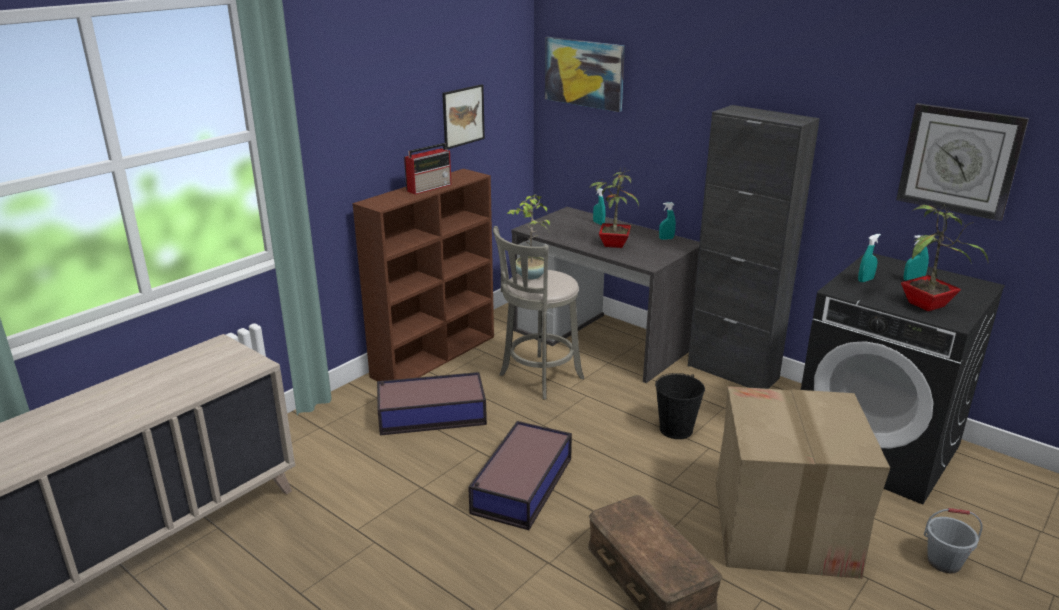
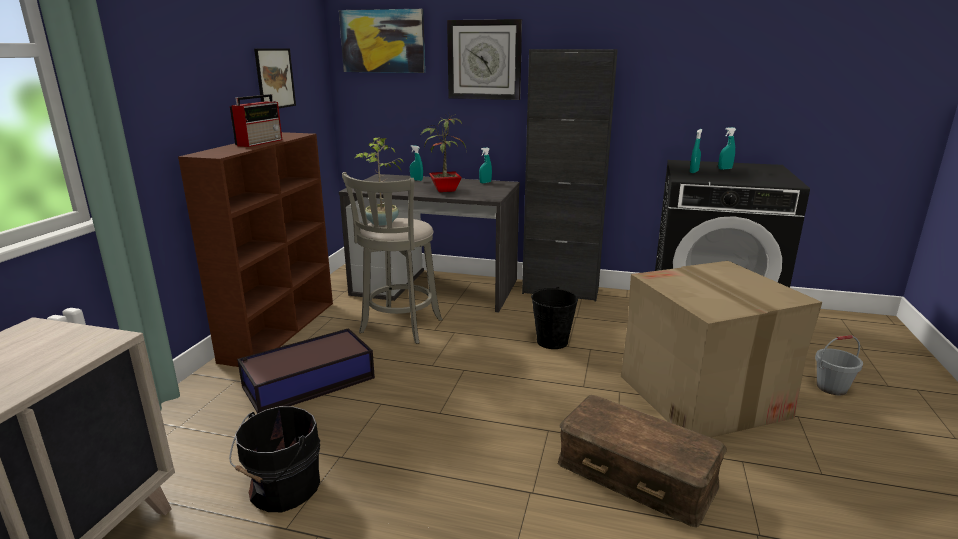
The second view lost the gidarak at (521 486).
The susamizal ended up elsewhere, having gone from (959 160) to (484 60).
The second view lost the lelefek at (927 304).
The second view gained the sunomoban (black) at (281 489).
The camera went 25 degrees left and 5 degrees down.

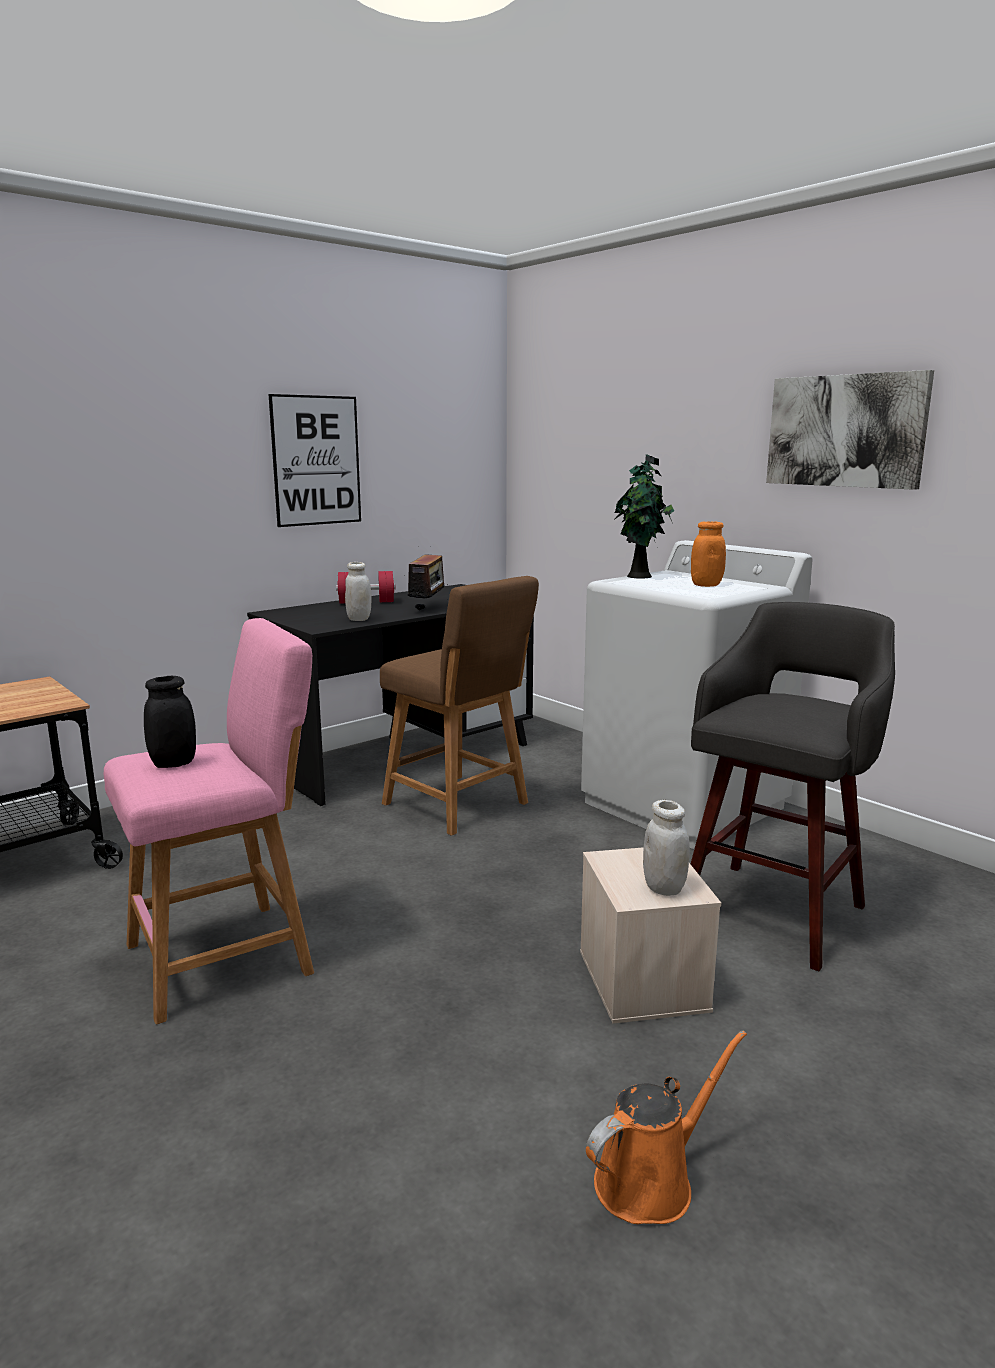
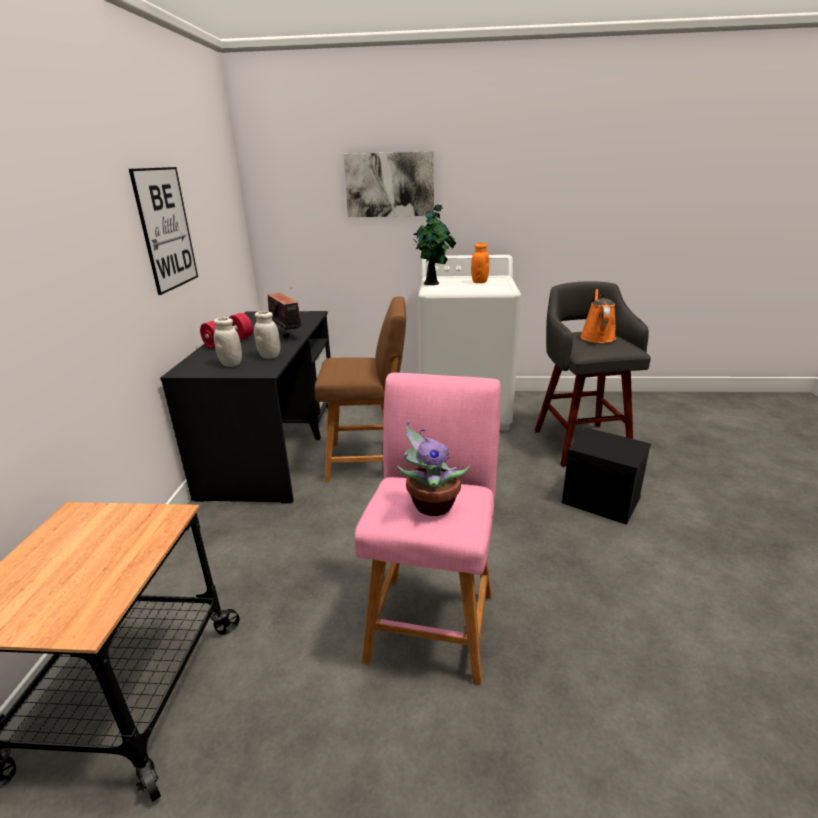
Where the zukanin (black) stood at (173 763), the lelefek came to stand at (430 505).
What was the gidarak (beige) at (640 979) turned into the gidarak (black) at (599 500).
The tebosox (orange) ended up elsewhere, having gone from (651 1180) to (597 336).
The zukanin (white) ended up elsewhere, having gone from (664 888) to (231 364).
The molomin ended up elsewhere, having gone from (845 431) to (390 185).
The camera went 45 degrees left and 10 degrees up.

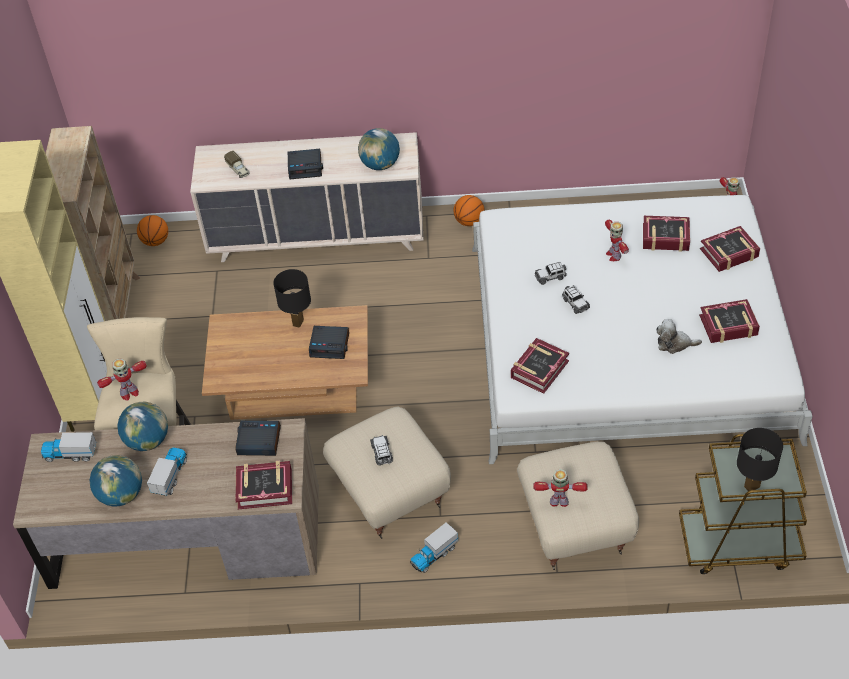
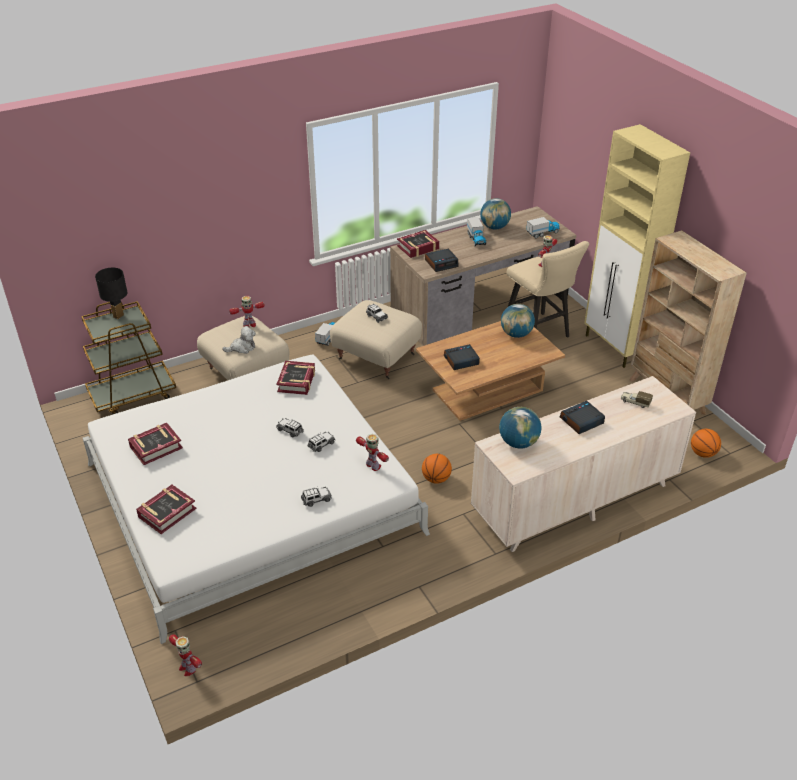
The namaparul ended up elsewhere, having gone from (148 440) to (516 334).
The second view lost the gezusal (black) at (298 322).
The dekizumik ended up elsewhere, having gone from (469 221) to (436 479).
The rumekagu ended up elsewhere, having gone from (613 255) to (373 466).
The second view lost the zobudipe at (665 237).
The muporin ended up elsewhere, having gone from (674 343) to (242 348).
The second view gained the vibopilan at (316 499).
The camera went 150 degrees right and 10 degrees down.

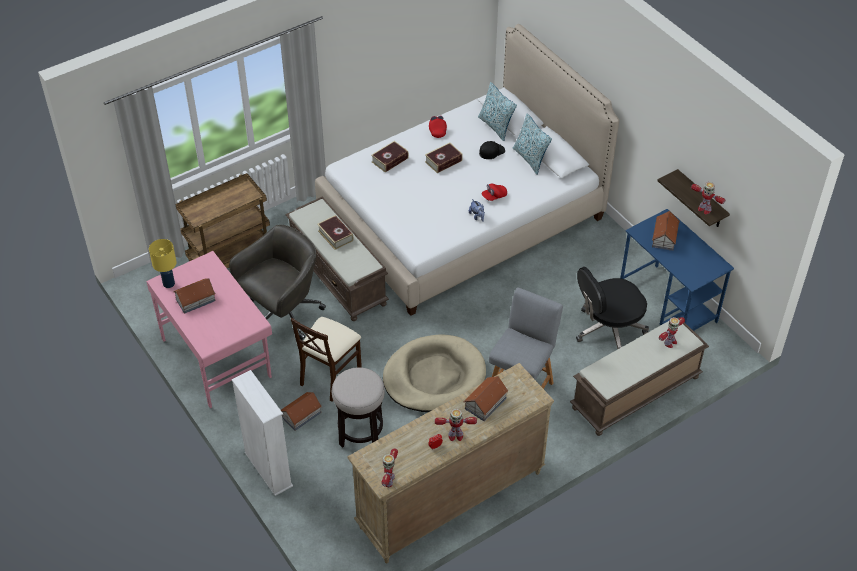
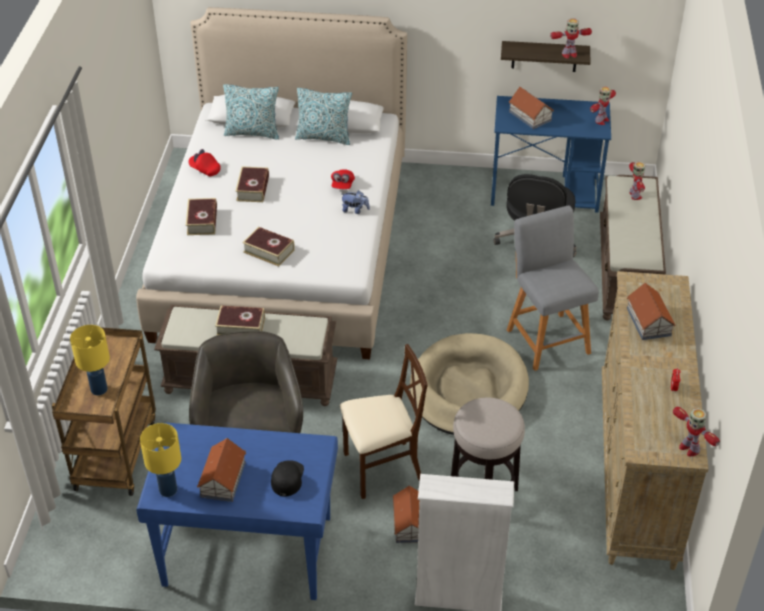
What was the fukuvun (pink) at (216 357) turned into the fukuvun (blue) at (247 549).
The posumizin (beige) at (330 376) ended up facing another way, 90 degrees counterclockwise from before.
The rumekagu ended up elsewhere, having gone from (455 436) to (601 120).
The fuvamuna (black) ended up elsewhere, having gone from (491 151) to (287 478).
The second view gained the gezusal (yellow) at (99 389).
The second view gained the zobudipe at (269 251).
The camera went 50 degrees left and 5 degrees down.

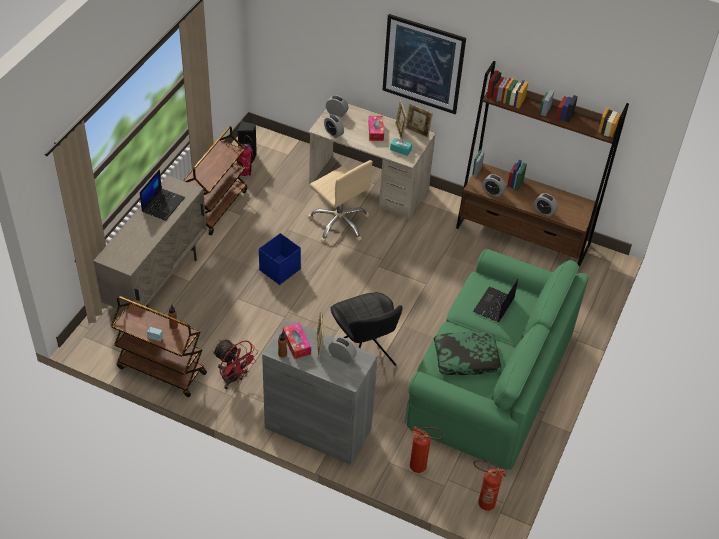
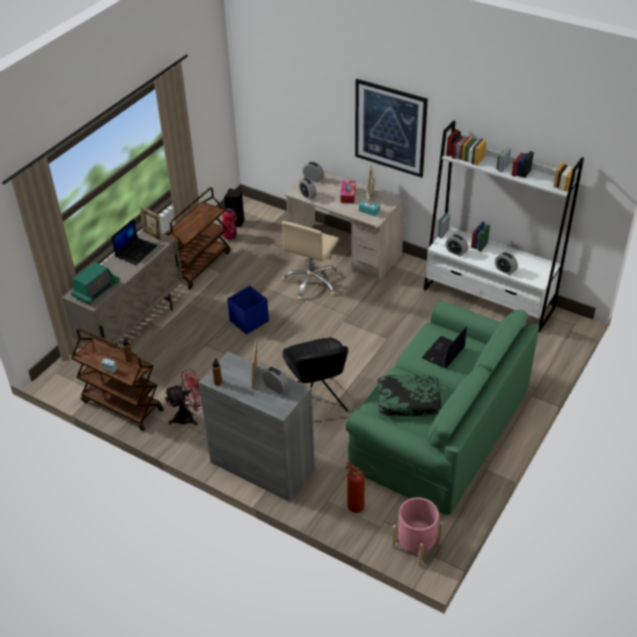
The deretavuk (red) at (234 378) ended up facing another way, 75 degrees counterclockwise from before.
The second view lost the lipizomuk at (296 344).
The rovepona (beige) at (339 223) ended up facing another way, 60 degrees clockwise from before.
The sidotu ended up elsewhere, having gone from (417 132) to (153 236).
What was the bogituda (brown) at (523 236) turned into the bogituda (white) at (488 299).
Where the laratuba stood at (482 502), the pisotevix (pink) came to stand at (416 545).
The second view gained the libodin at (96 290).
The camera went 10 degrees right and 5 degrees down.

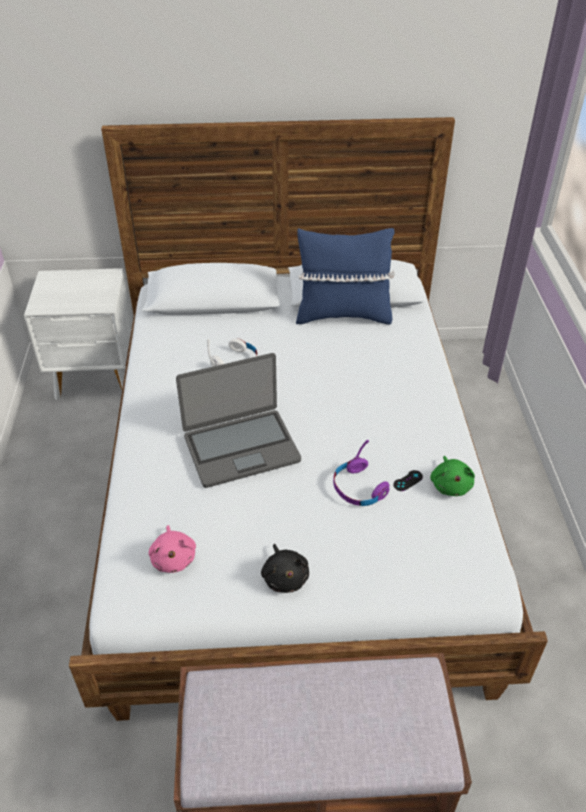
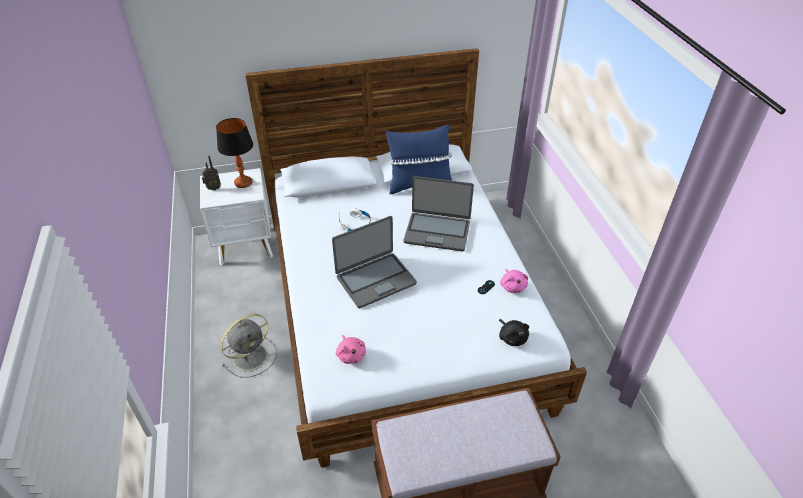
The muporin (black) ended up elsewhere, having gone from (285 577) to (512 337).
The second view lost the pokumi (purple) at (358 488).
What was the muporin (green) at (450 485) turned into the muporin (pink) at (513 286).
The second view gained the libodin at (213 188).
The second view gained the gezusal at (243 182).
The second view gained the deretavuk (grey) at (251 356).
The second view gained the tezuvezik at (437 231).
The camera went 10 degrees left and 0 degrees up.

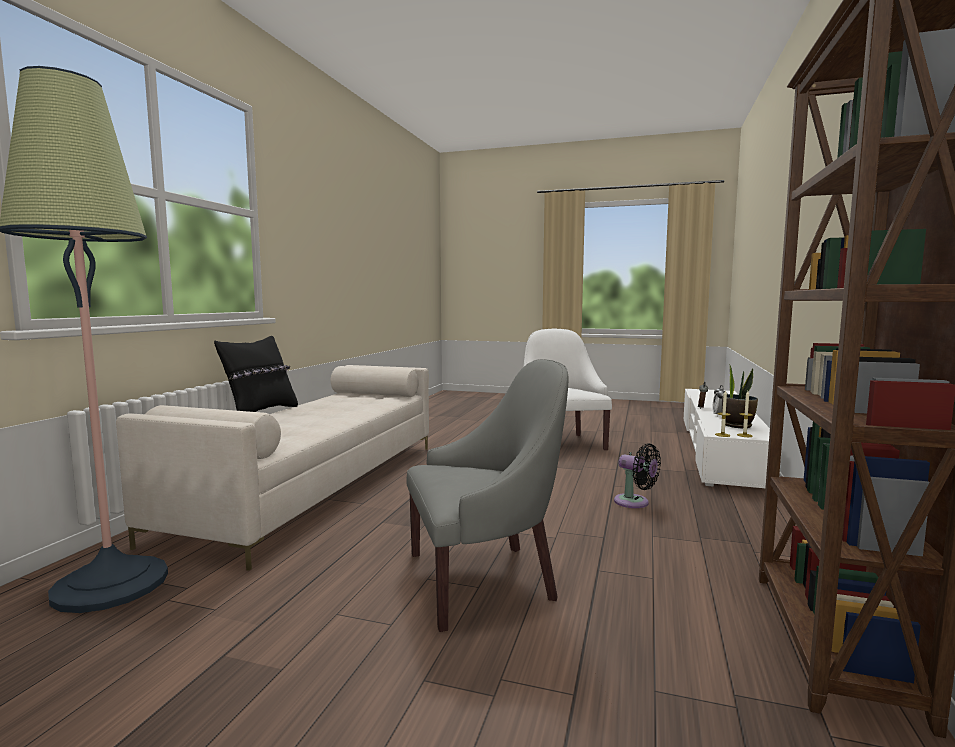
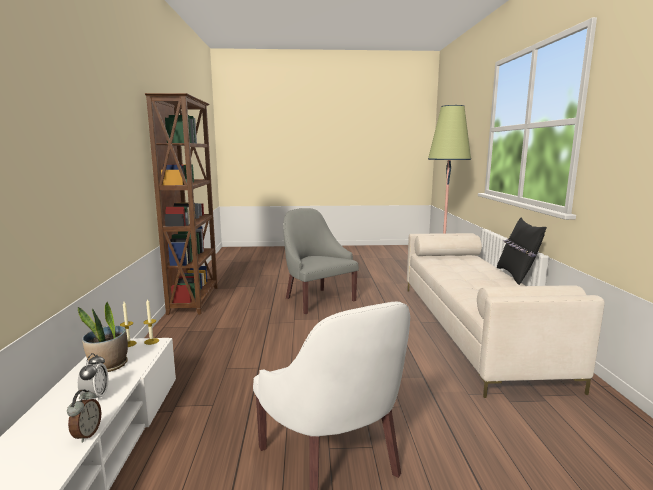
The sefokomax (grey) at (484 579) ended up facing another way, 90 degrees clockwise from before.
The second view lost the deretavuk (black) at (635 503).
The camera went 160 degrees right and 5 degrees up.

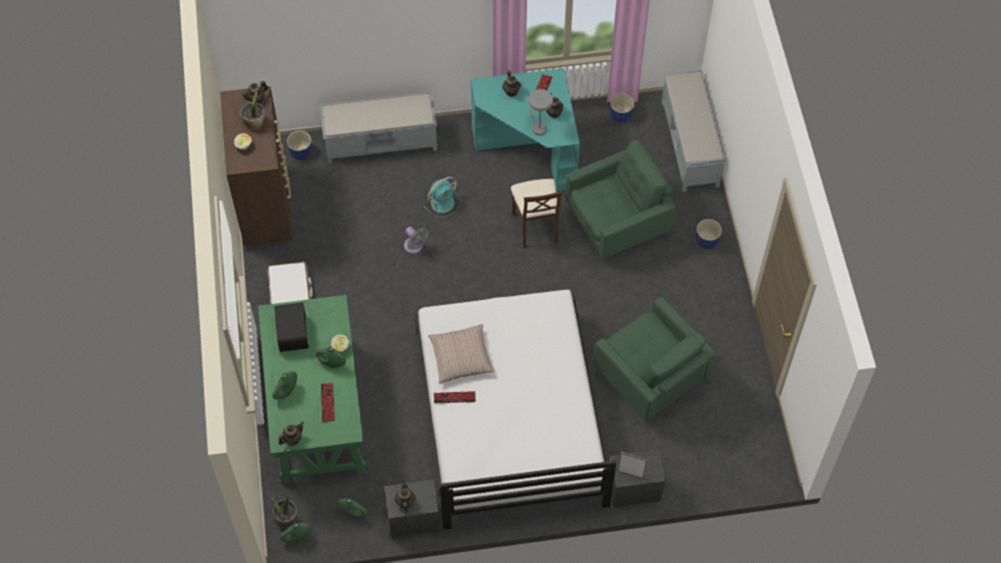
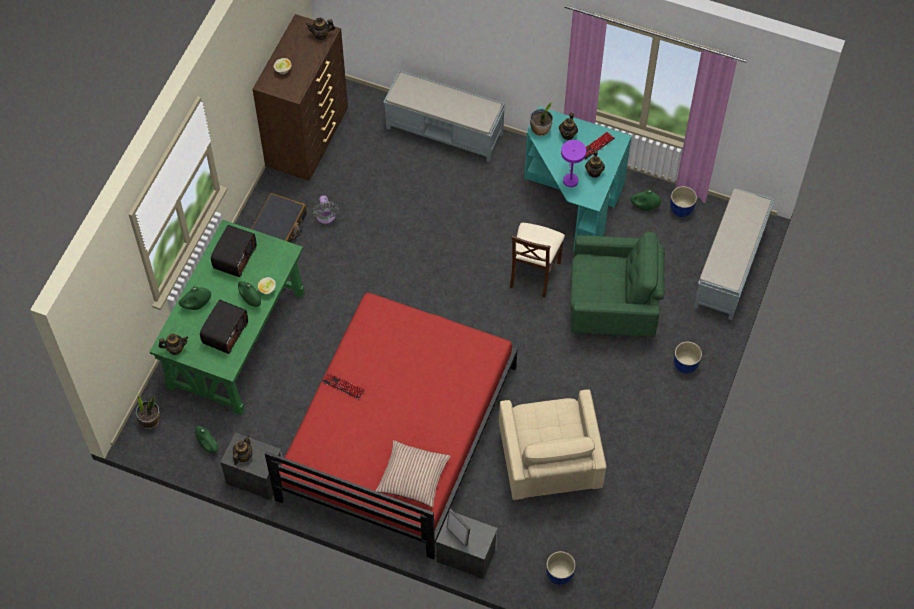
The lelefek ended up elsewhere, having gone from (254 123) to (540 129).
What was the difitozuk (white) at (291 293) turned into the difitozuk (black) at (279 227).
The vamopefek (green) ended up elsewhere, having gone from (297 538) to (644 207).
The pisotevix (blue) ended up elsewhere, having gone from (301 153) to (559 574).
Where the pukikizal stood at (327 402), the libodin came to stand at (225 332).
The deretavuk (grey) ended up elsewhere, having gone from (414 247) to (326 217).
What was the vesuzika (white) at (509 417) turned into the vesuzika (red) at (397 432).
The second view lost the deretavuk (turquoise) at (443 202).
The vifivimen ended up elsewhere, having gone from (461 357) to (413 477).
What was the gezusal (grey) at (538 127) turned into the gezusal (purple) at (570 178).
What was the sefokomax (green) at (650 377) turned into the sefokomax (beige) at (548 462).
The camera went 30 degrees right and 0 degrees up.

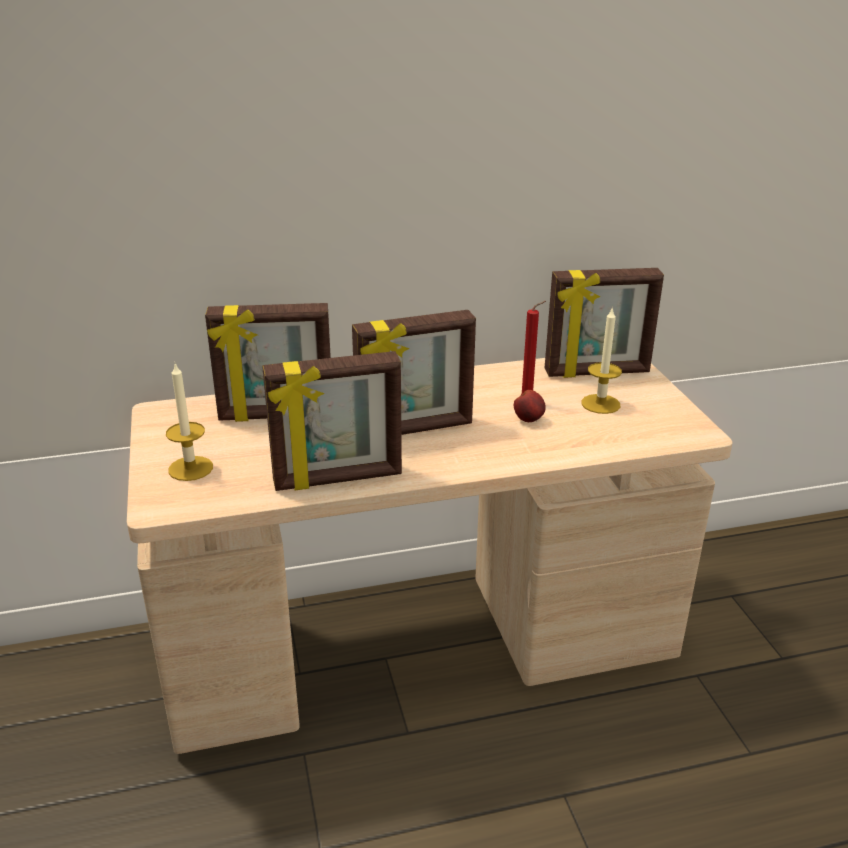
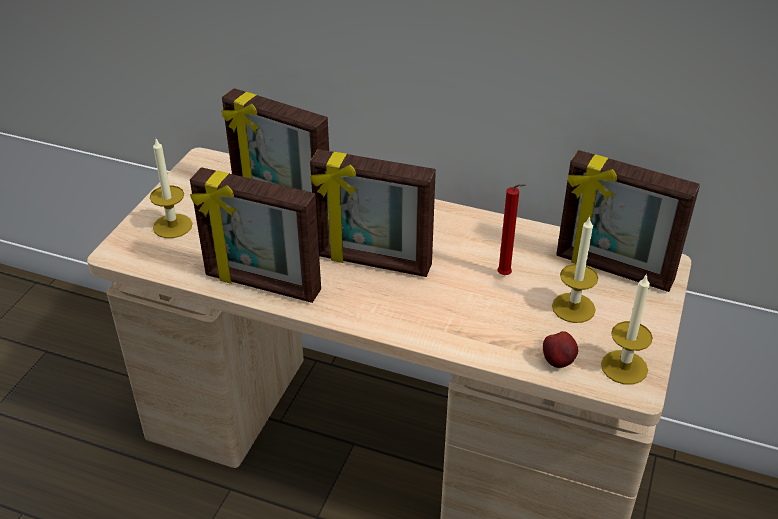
The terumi ended up elsewhere, having gone from (529 420) to (558 362).
The second view gained the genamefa at (624 367).
The camera went 35 degrees right and 10 degrees up.

